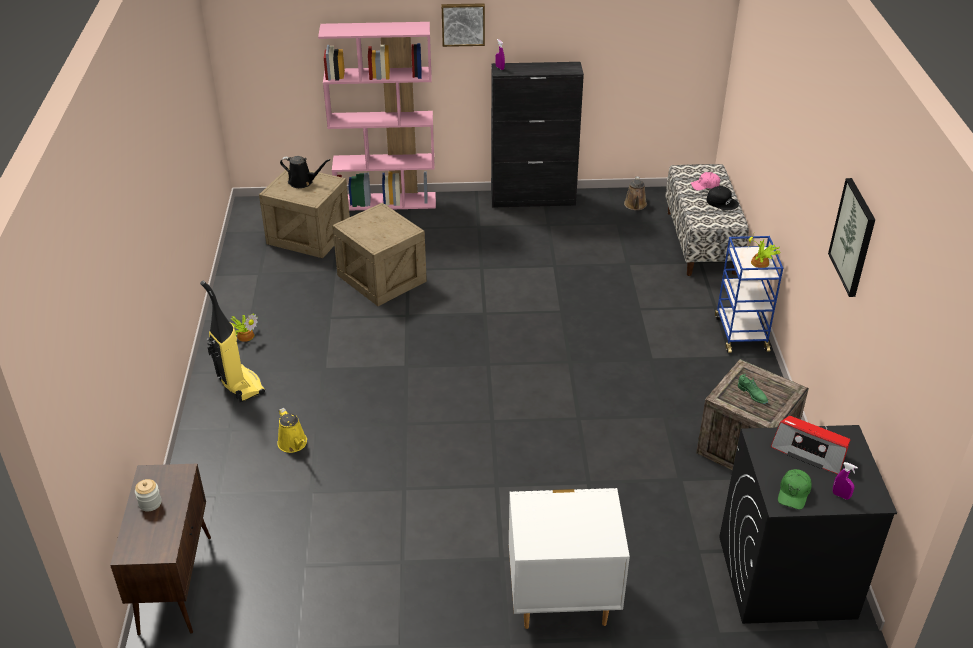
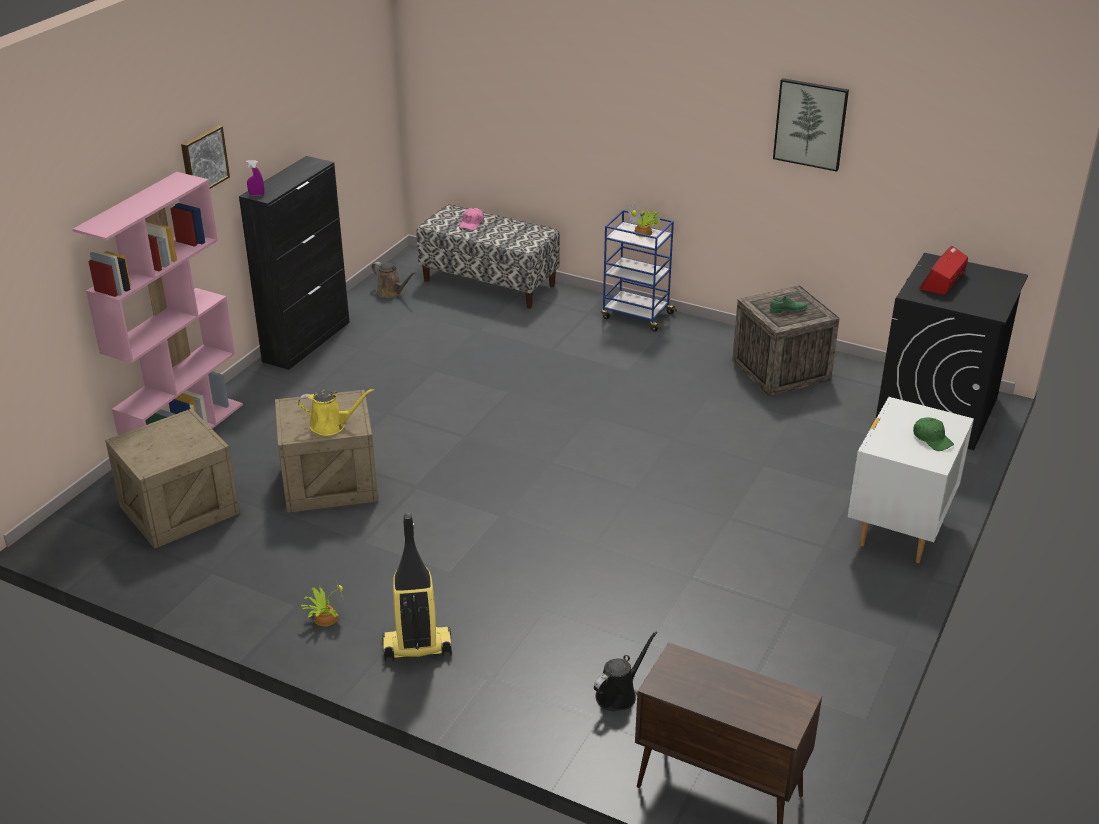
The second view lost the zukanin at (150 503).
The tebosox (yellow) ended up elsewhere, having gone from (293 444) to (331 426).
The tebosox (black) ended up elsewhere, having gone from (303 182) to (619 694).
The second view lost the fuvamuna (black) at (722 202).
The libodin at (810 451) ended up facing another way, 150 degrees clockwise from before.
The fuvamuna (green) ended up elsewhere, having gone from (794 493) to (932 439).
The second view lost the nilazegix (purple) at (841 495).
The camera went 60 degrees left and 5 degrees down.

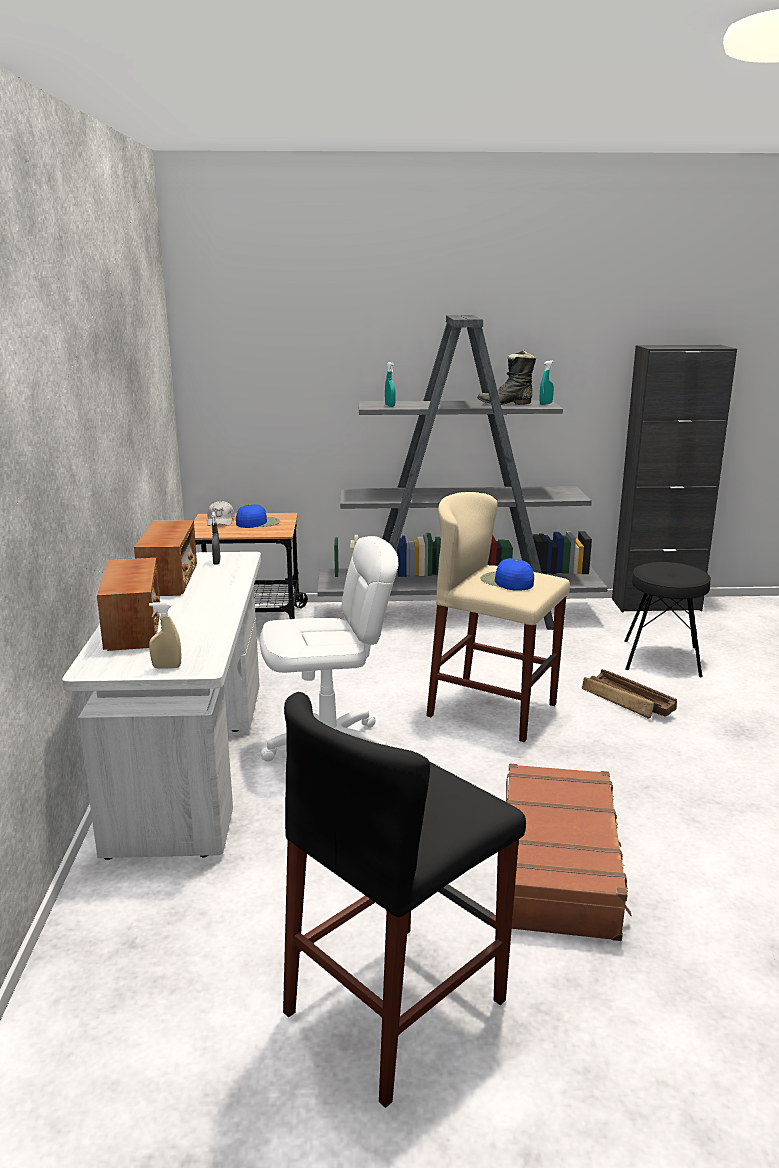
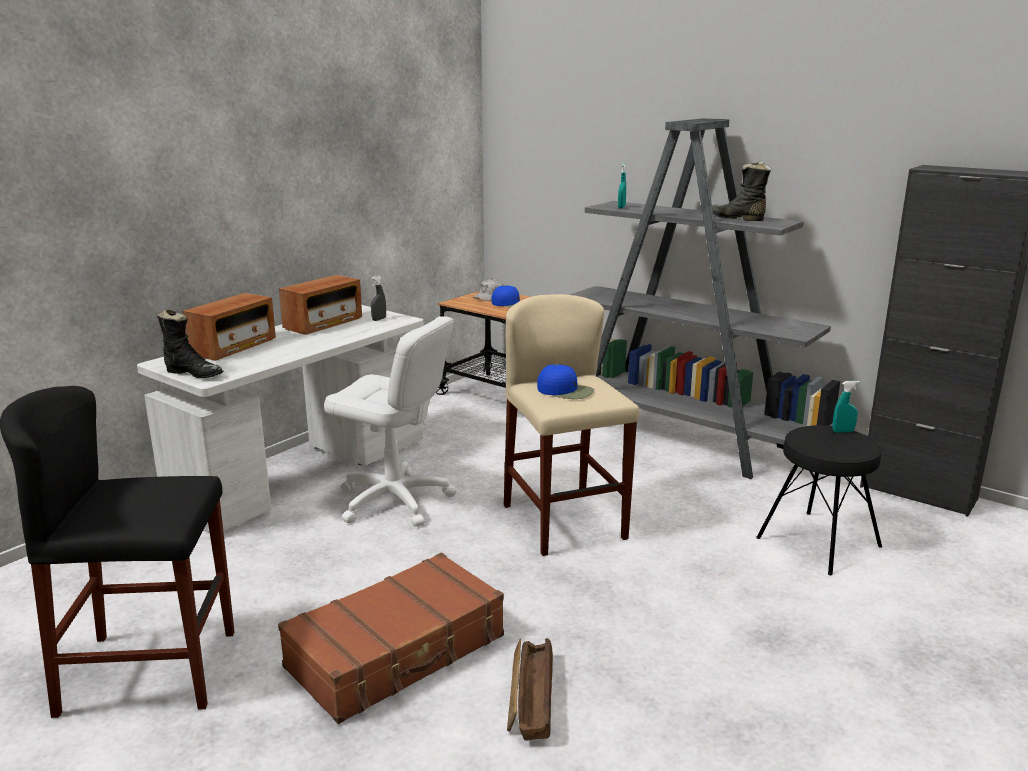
Where the nilazegix (beige) stood at (167 667), the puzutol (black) came to stand at (194 374).
The fuvamuna (blue) at (506 581) ended up facing another way, 120 degrees clockwise from before.
The nilazegix (turquoise) ended up elsewhere, having gone from (545 404) to (843 431).
The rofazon ended up elsewhere, having gone from (628 702) to (531 697).
The camera went 40 degrees right and 0 degrees up.

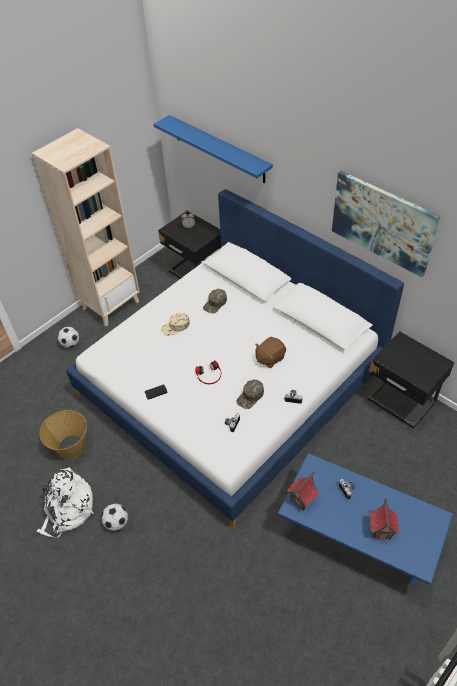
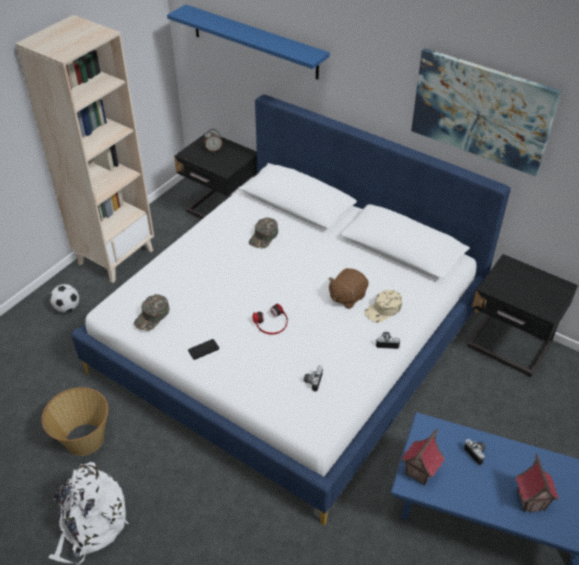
The second view lost the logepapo at (116 522).
The fuvamuna (beige) ended up elsewhere, having gone from (175 326) to (383 310).
The fuvamuna (green) ended up elsewhere, having gone from (250 396) to (152 316).
The camera went 10 degrees left and 5 degrees down.

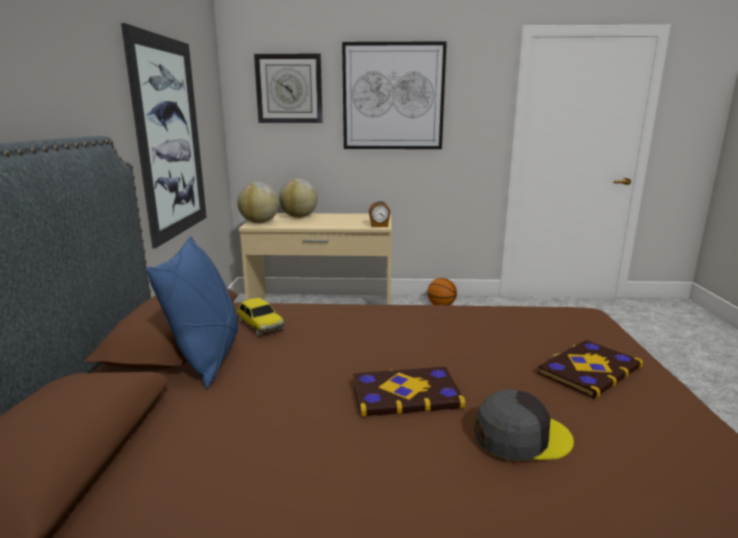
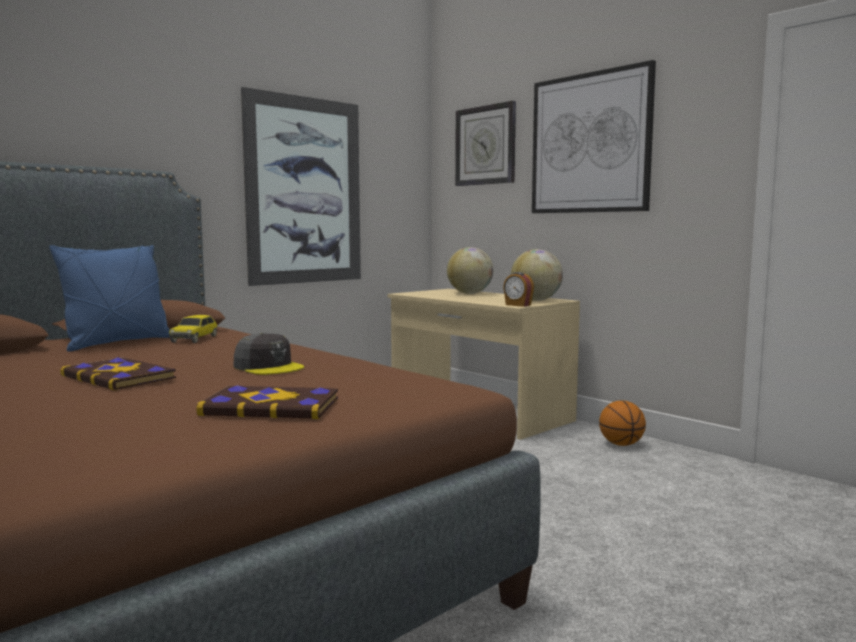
The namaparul ended up elsewhere, having gone from (259 222) to (536 300).
The fuvamuna (grey) ended up elsewhere, having gone from (521 436) to (269 367).
The camera went 45 degrees right and 10 degrees down.

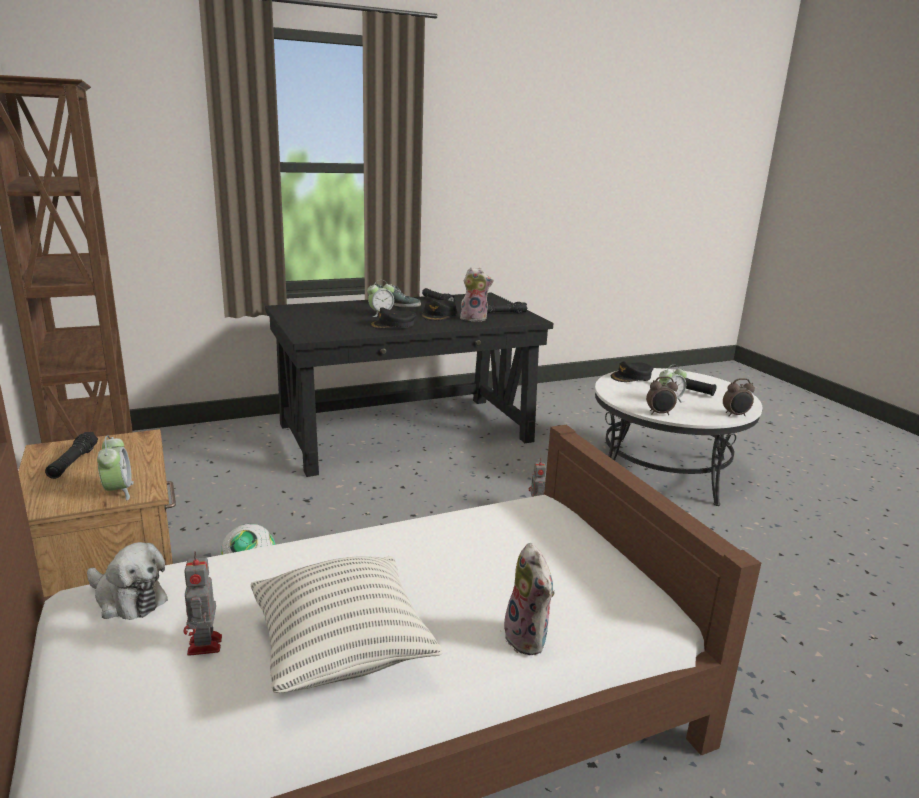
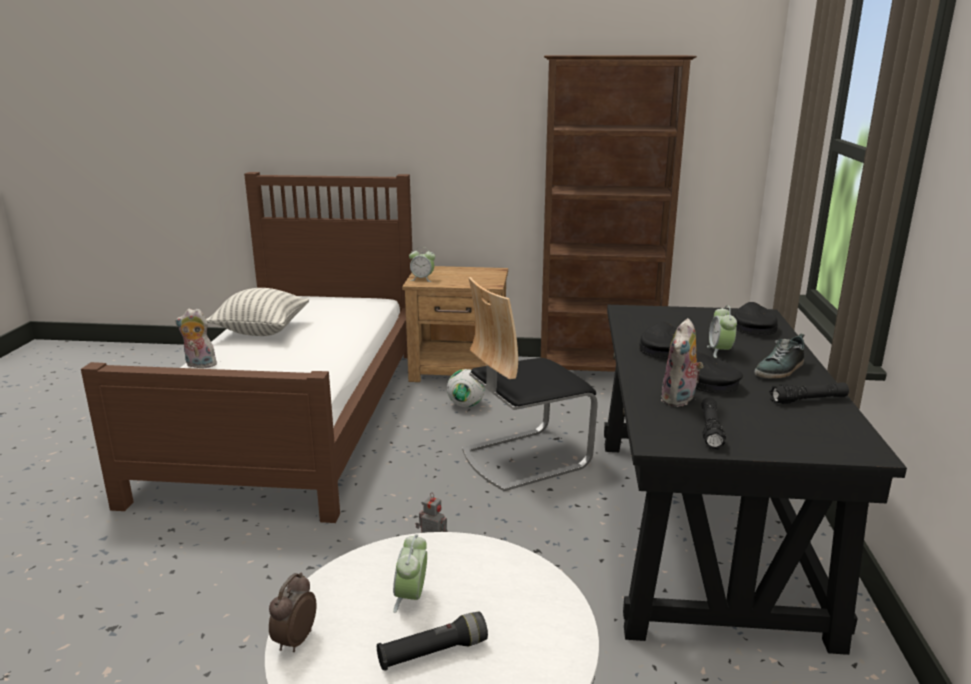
The second view lost the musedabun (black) at (73 462).
The second view lost the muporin at (127 599).
The second view lost the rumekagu at (204 646).
The fuvamuna (black) ended up elsewhere, having gone from (631 377) to (752 327).
The second view lost the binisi at (659 413).
The second view gained the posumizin at (524 457).
The camera went 120 degrees right and 0 degrees up.

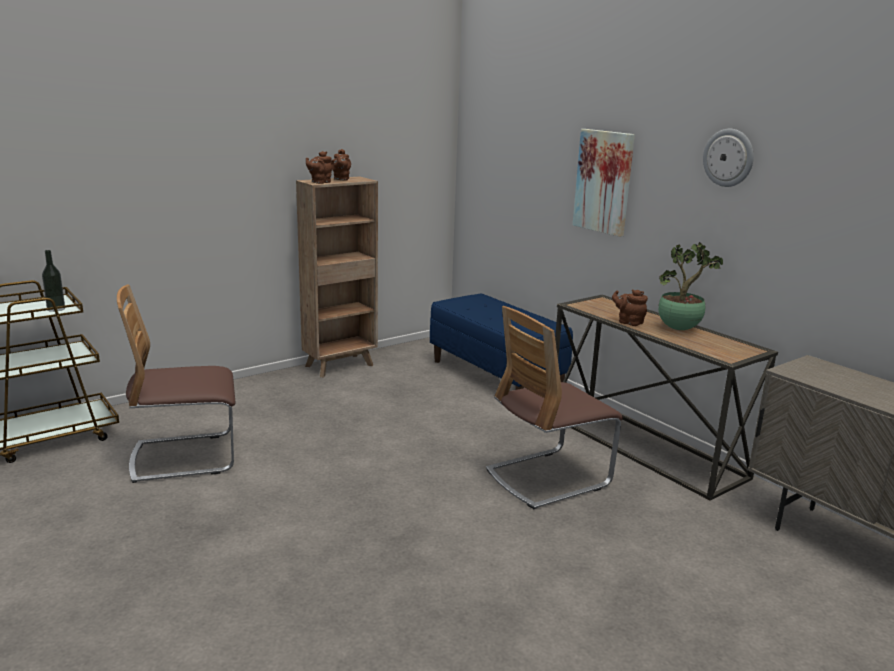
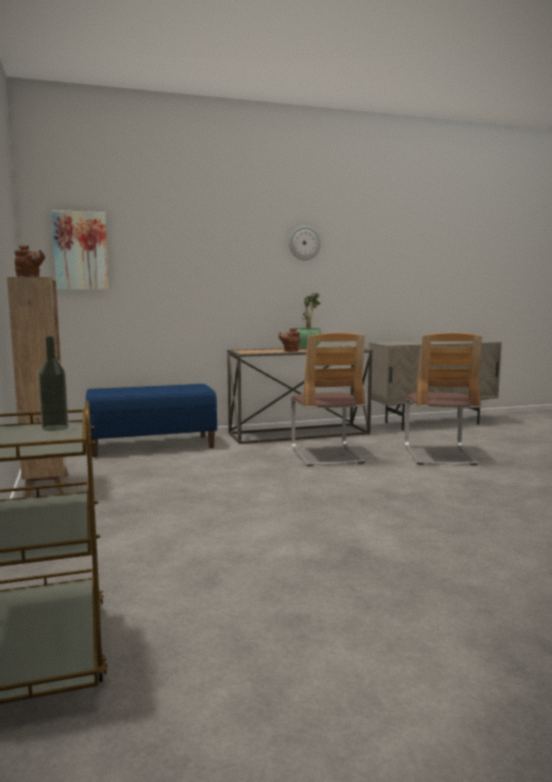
The posumizin ended up elsewhere, having gone from (185 457) to (439 455).
The second view lost the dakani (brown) at (319 182).
The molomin ended up elsewhere, having gone from (604 181) to (80 250).
The camera went 70 degrees left and 10 degrees down.

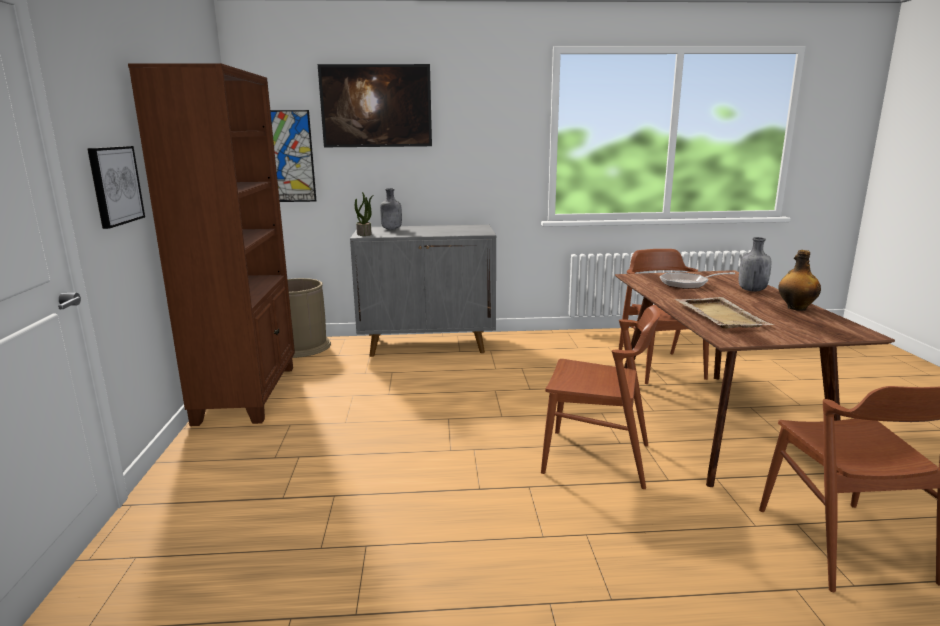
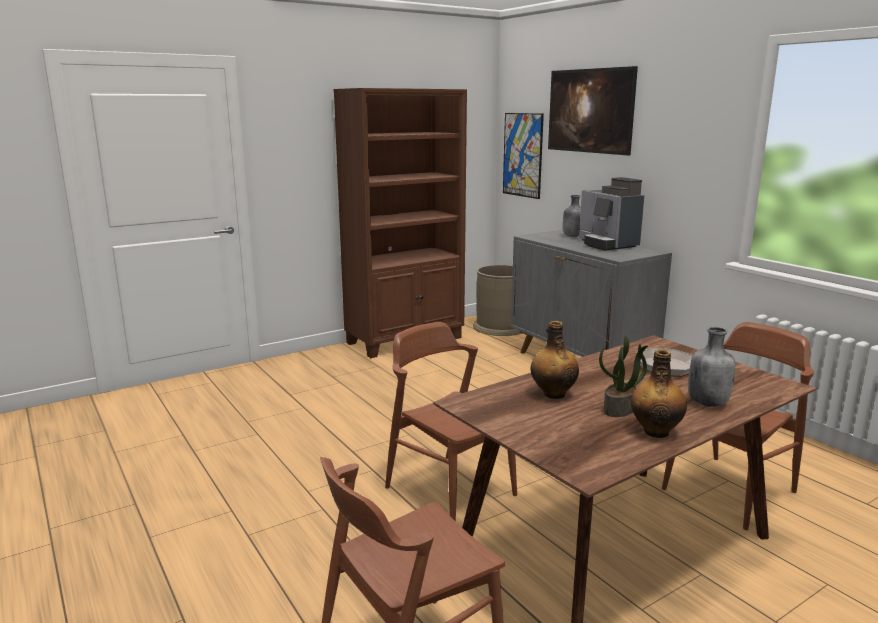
The second view lost the molomin at (115 185).
The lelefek ended up elsewhere, having gone from (364 234) to (620 409).
The posumizin (brown) at (597 458) ended up facing another way, 150 degrees clockwise from before.
Where the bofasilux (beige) stood at (720 315), the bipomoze came to stand at (553 394).
The second view gained the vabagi at (607 244).
The camera went 60 degrees right and 0 degrees up.

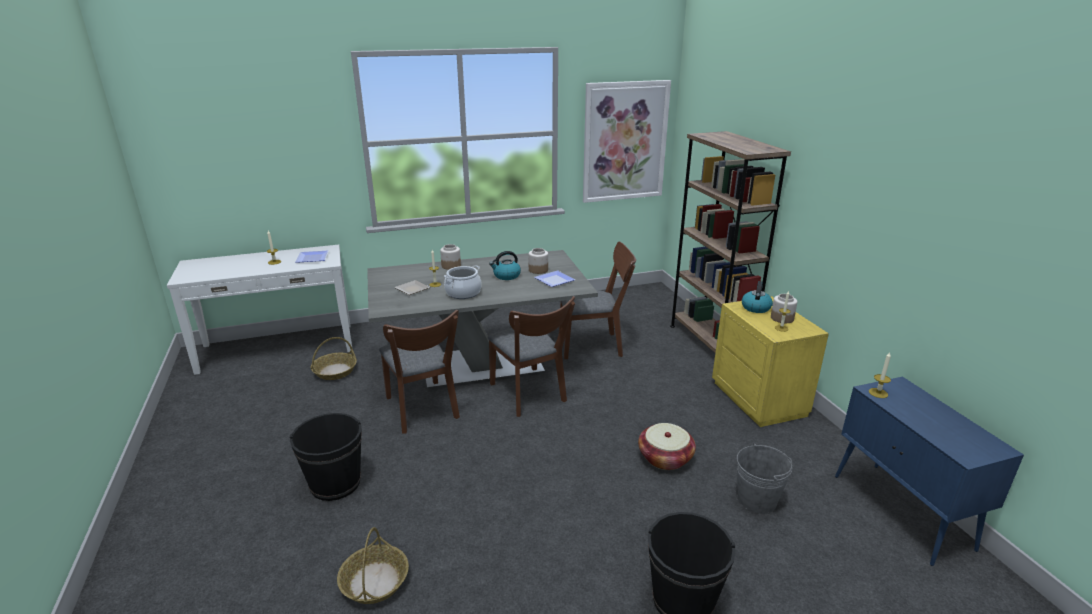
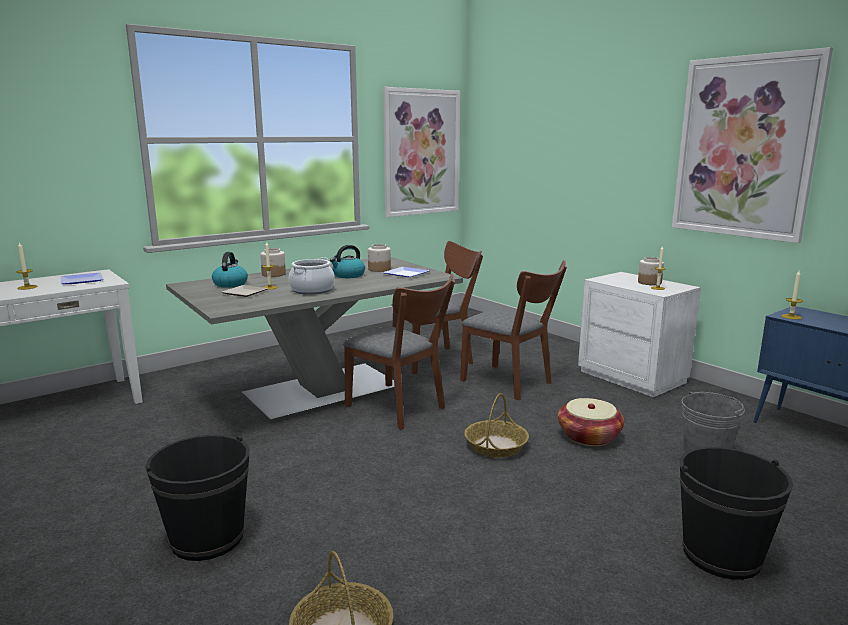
The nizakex ended up elsewhere, having gone from (335 371) to (496 446).
The posumizin (brown) ended up elsewhere, having gone from (423 411) to (511 383).
The second view lost the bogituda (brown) at (709 343).
What was the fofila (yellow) at (759 399) turned into the fofila (white) at (633 377).
The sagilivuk ended up elsewhere, having gone from (755 307) to (230 284).
The second view gained the molomin at (744 147).
The camera went 20 degrees left and 10 degrees down.

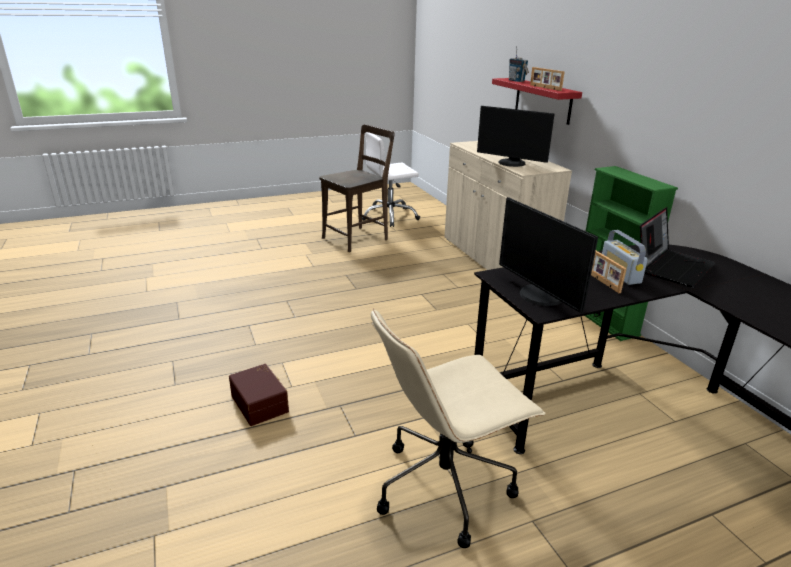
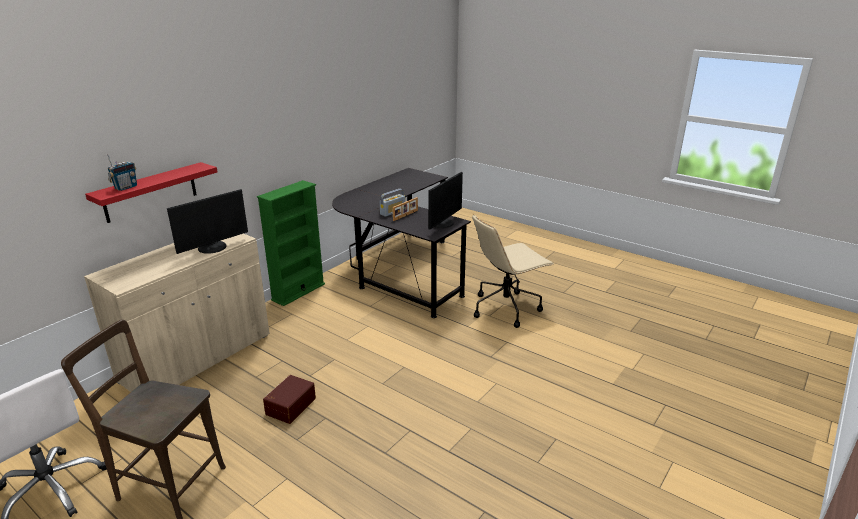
The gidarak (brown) ended up elsewhere, having gone from (261 403) to (290 406).
The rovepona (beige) at (445 485) ended up facing another way, 120 degrees clockwise from before.
The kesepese at (511 163) ended up facing another way, 45 degrees clockwise from before.
The second view lost the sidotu at (544 88).
The second view lost the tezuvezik at (672 267).
The camera went 120 degrees left and 0 degrees up.

